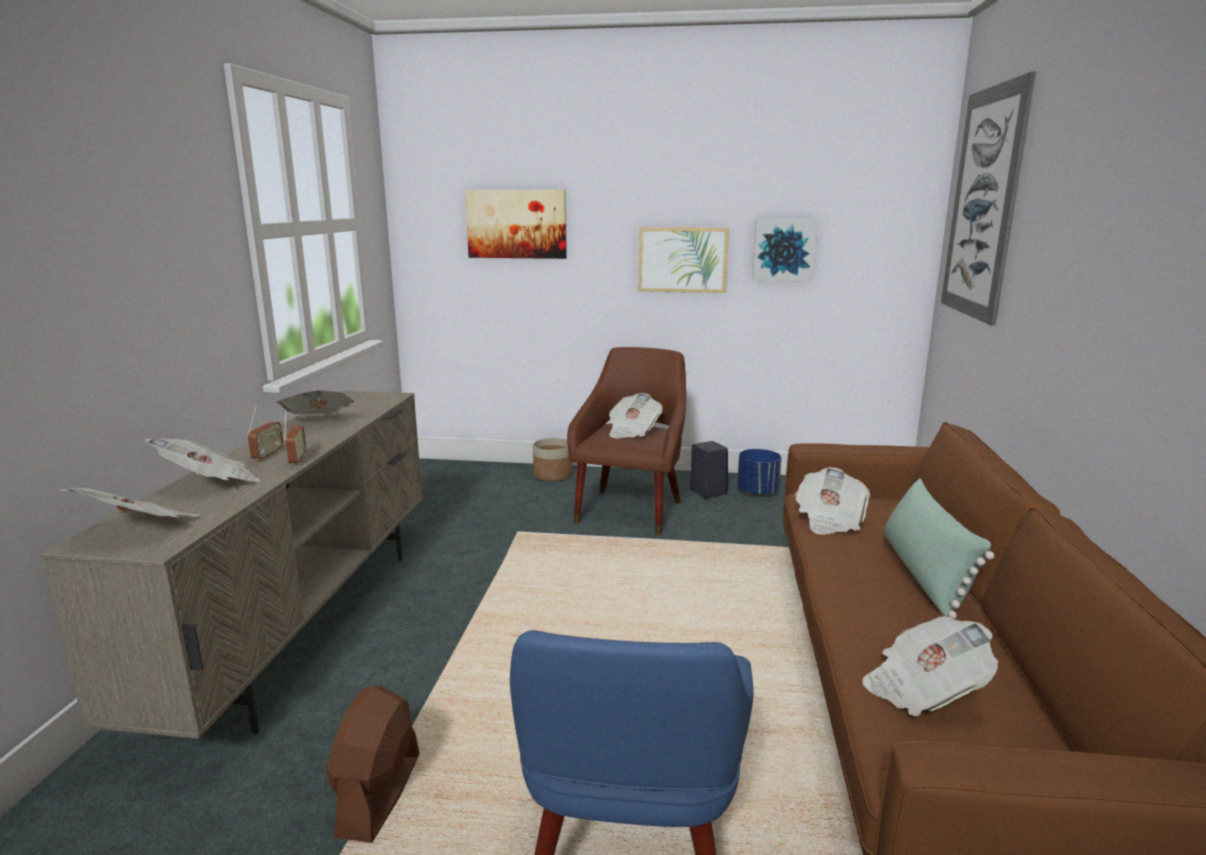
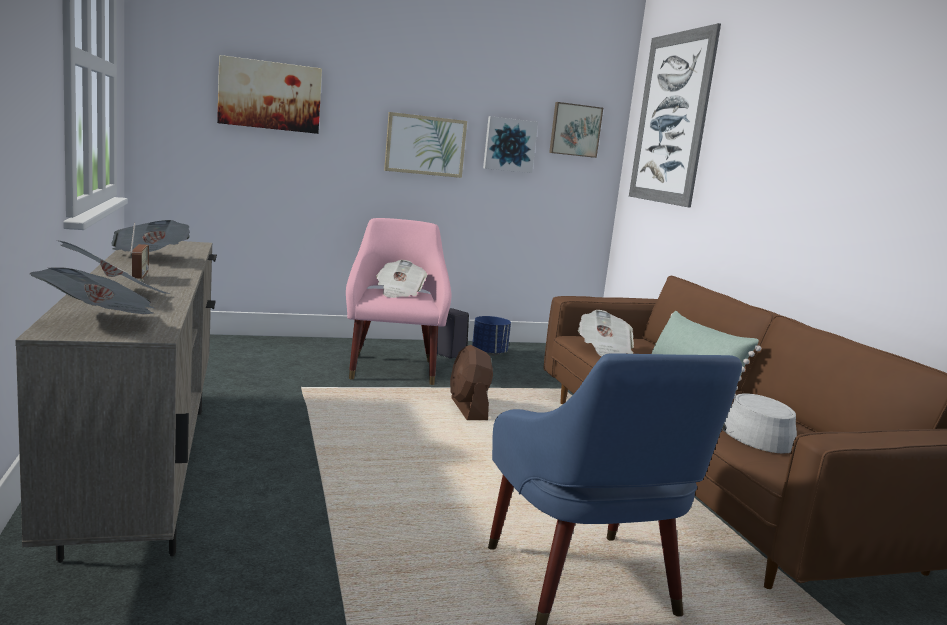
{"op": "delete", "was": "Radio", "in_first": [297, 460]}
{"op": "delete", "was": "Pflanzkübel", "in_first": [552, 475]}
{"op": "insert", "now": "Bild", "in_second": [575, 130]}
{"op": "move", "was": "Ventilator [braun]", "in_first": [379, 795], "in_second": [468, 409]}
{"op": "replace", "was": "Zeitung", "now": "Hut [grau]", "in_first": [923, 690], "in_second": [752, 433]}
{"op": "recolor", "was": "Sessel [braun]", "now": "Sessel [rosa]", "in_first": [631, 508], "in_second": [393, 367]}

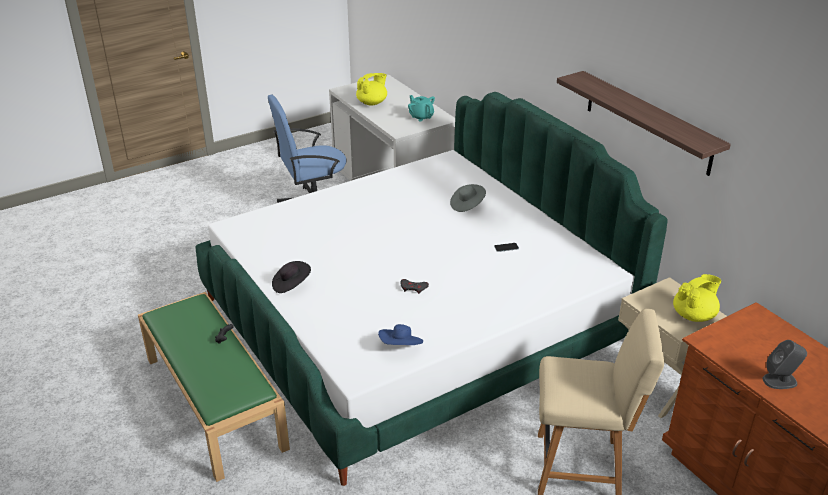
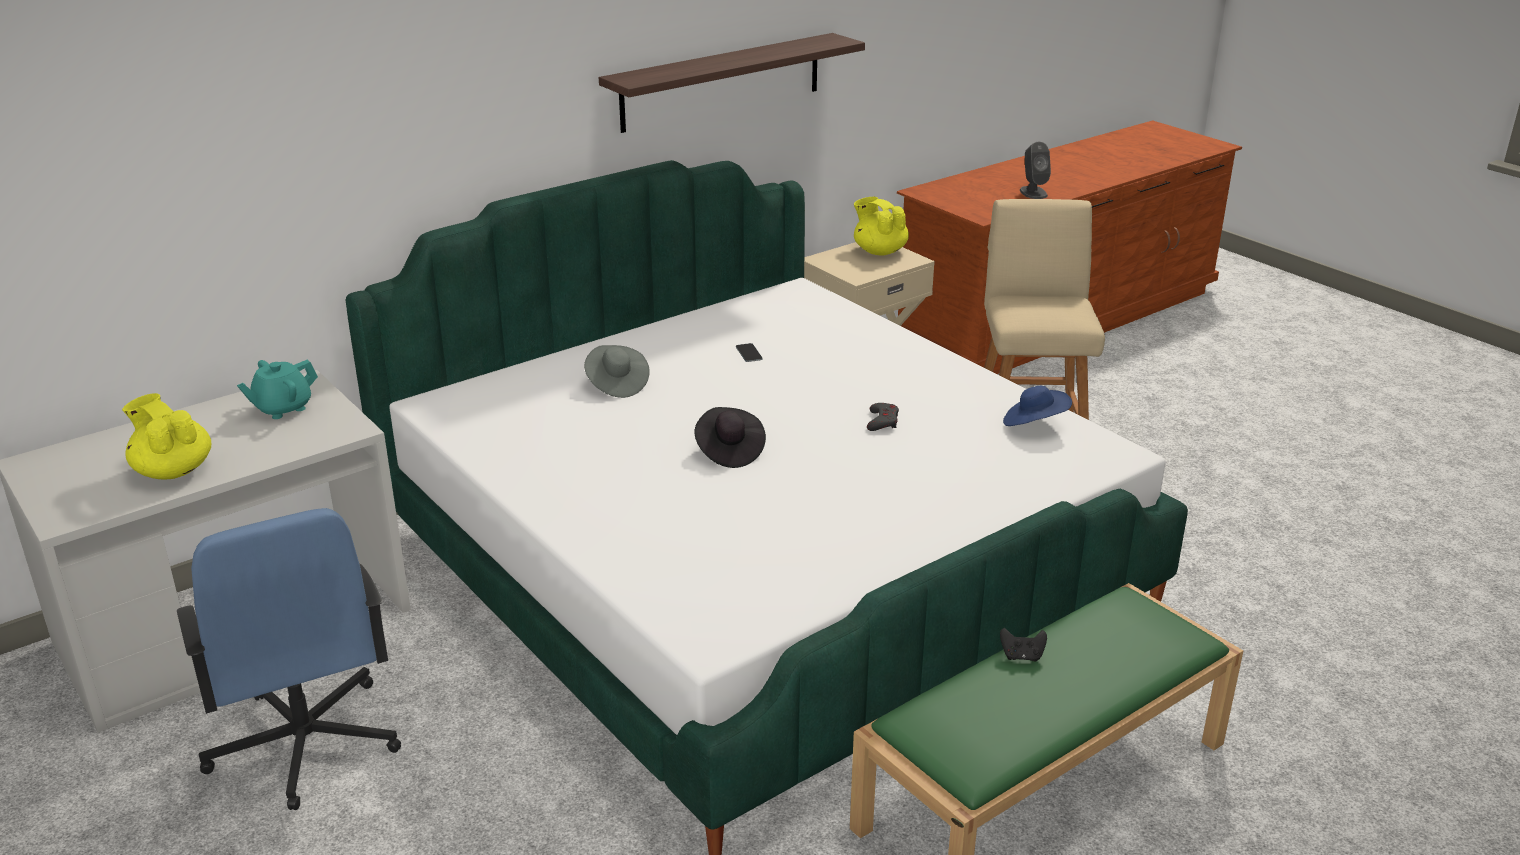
{"op": "move", "was": "Hut [schwarz]", "in_first": [291, 285], "in_second": [729, 451]}

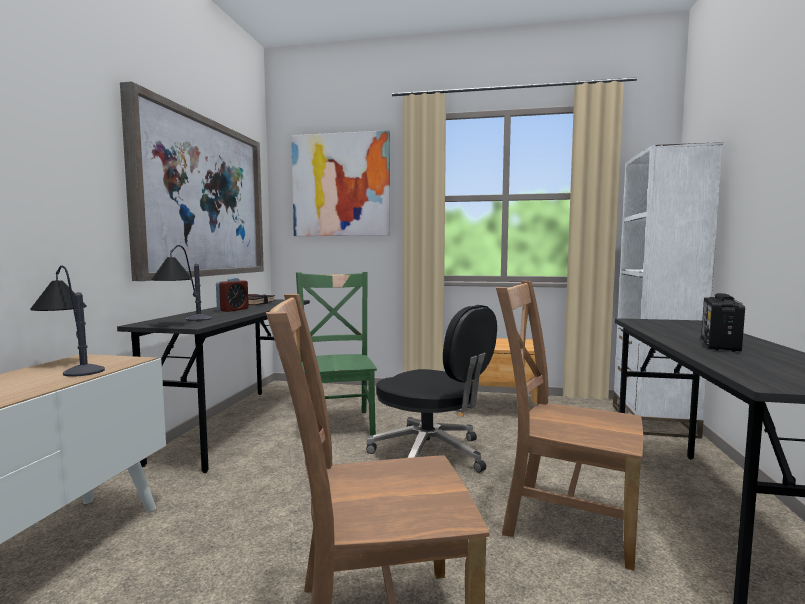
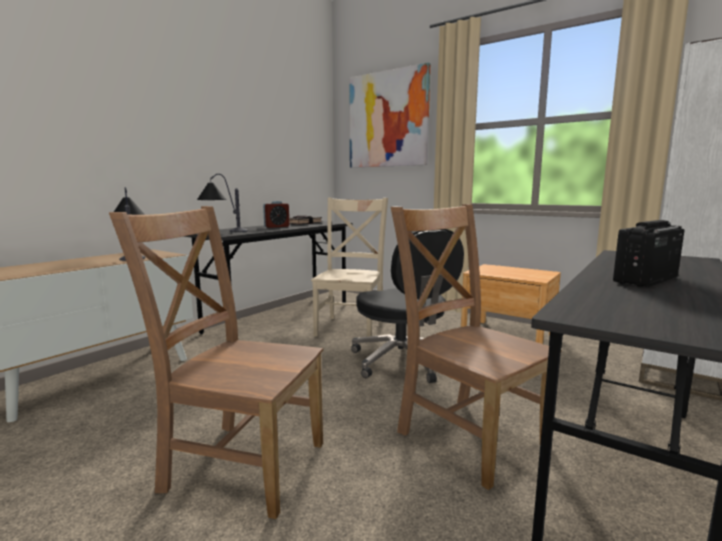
{"op": "delete", "was": "Bild", "in_first": [203, 198]}
{"op": "recolor", "was": "Stuhl [grün]", "now": "Stuhl [beige]", "in_first": [337, 423], "in_second": [351, 327]}

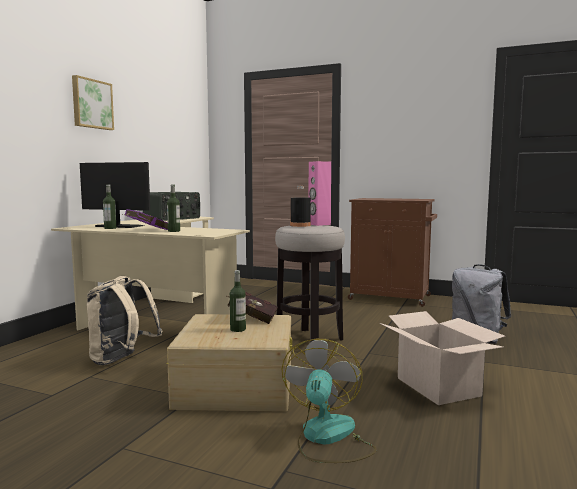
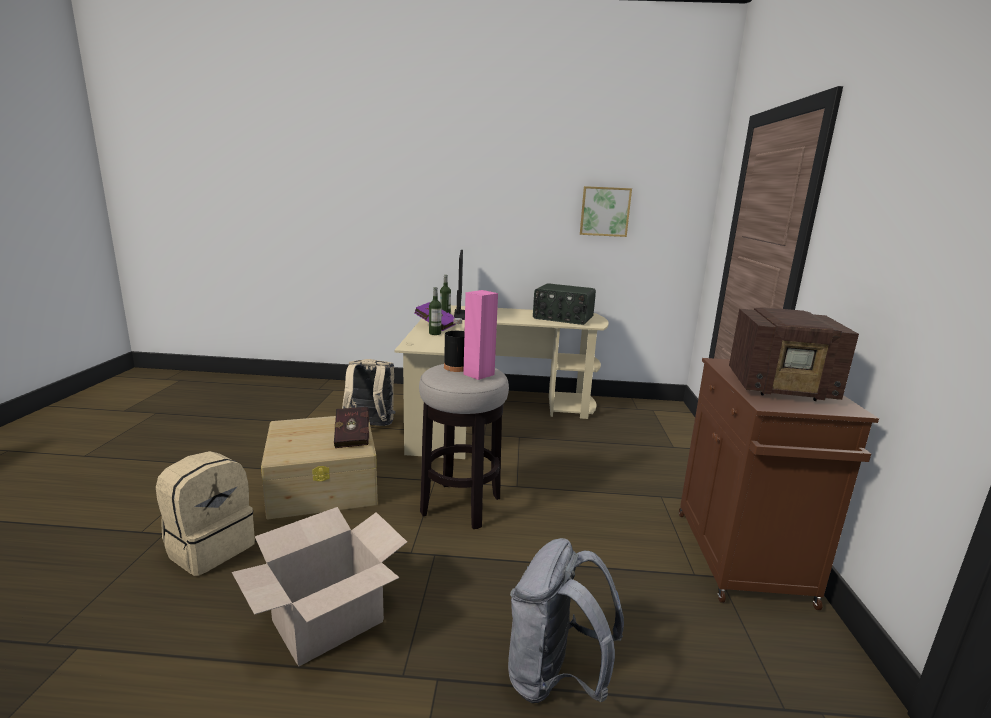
{"op": "delete", "was": "Flasche", "in_first": [238, 329]}
{"op": "insert", "now": "Radio", "in_second": [781, 387]}
{"op": "move", "was": "Bild", "in_first": [91, 104], "in_second": [604, 211]}
{"op": "replace", "was": "Ventilator", "now": "Rucksack [beige]", "in_first": [327, 438], "in_second": [210, 548]}

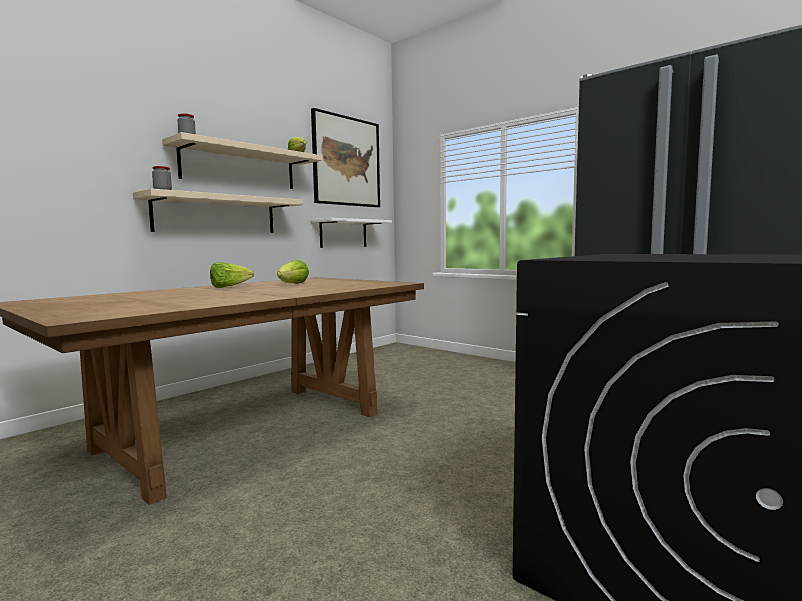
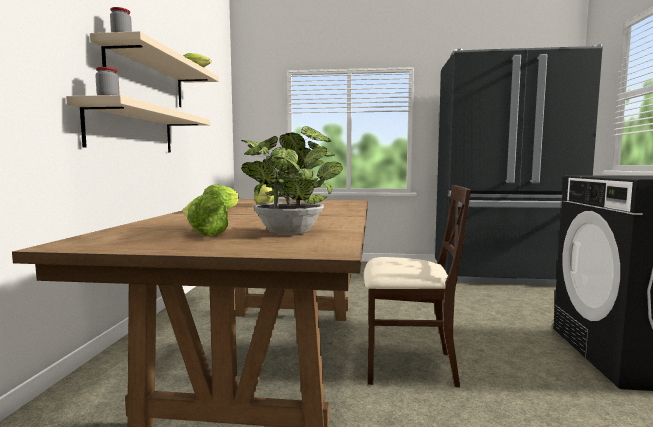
{"op": "delete", "was": "Bild", "in_first": [346, 161]}
{"op": "delete", "was": "Wandregal [weiß]", "in_first": [343, 233]}
{"op": "insert", "now": "Salatkopf", "in_second": [202, 234]}
{"op": "insert", "now": "Topfpflanze", "in_second": [292, 232]}
{"op": "insert", "now": "Stuhl [beige]", "in_second": [408, 366]}

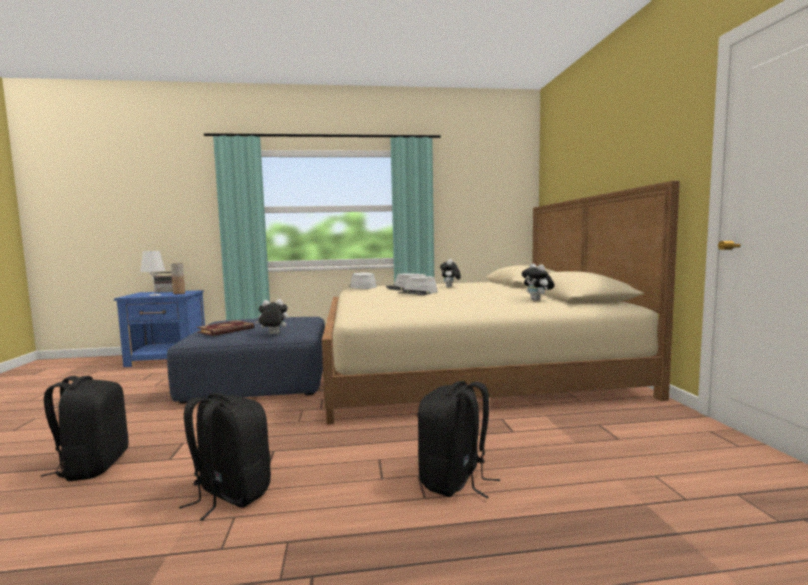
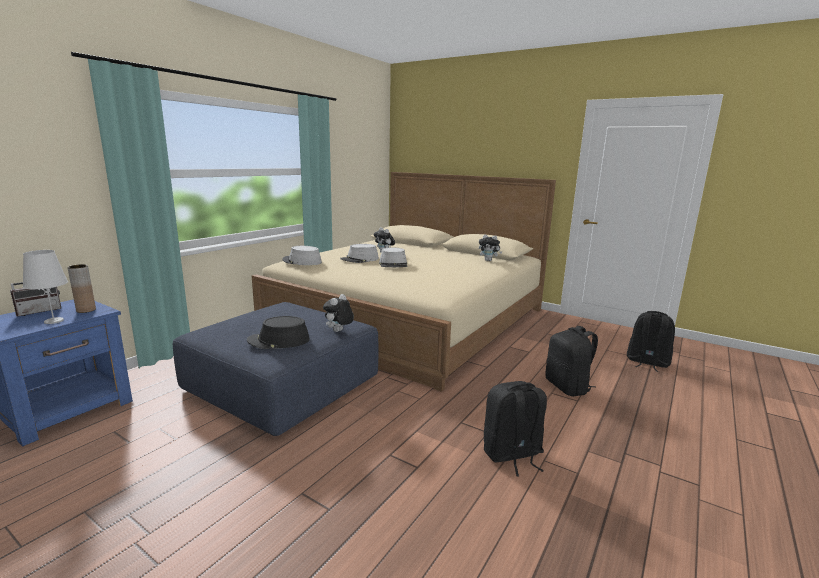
{"op": "move", "was": "Rucksack [schwarz]", "in_first": [93, 466], "in_second": [647, 362]}
{"op": "replace", "was": "Buch", "now": "Hut [schwarz]", "in_first": [226, 330], "in_second": [278, 341]}

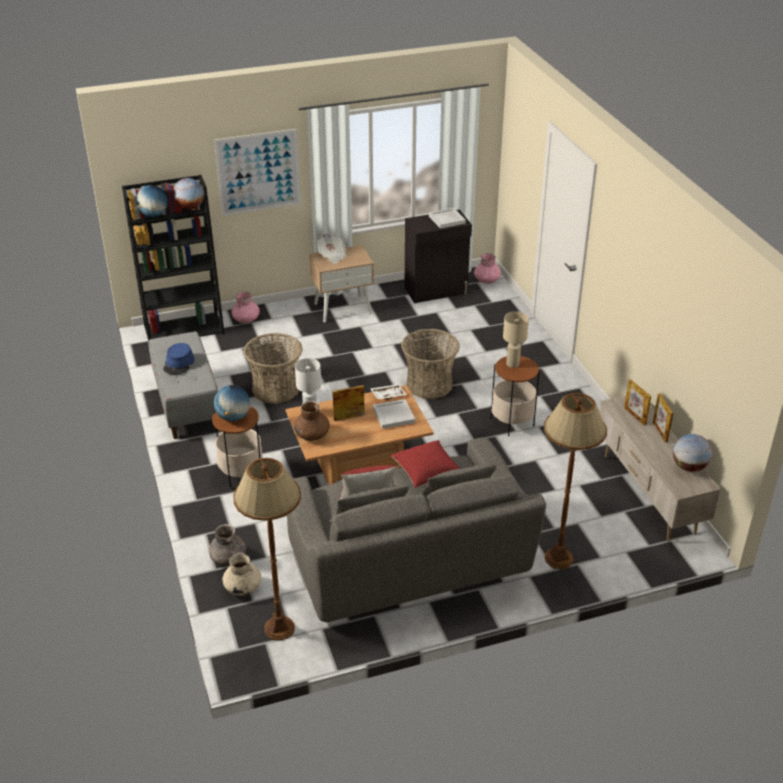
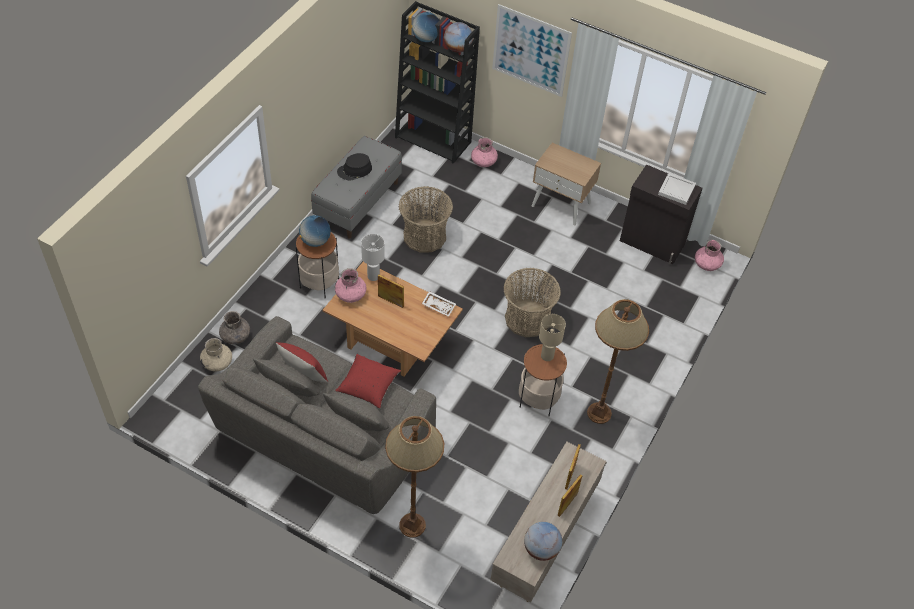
{"op": "delete", "was": "Zeitung", "in_first": [332, 256]}
{"op": "delete", "was": "Tablett [weiß]", "in_first": [393, 415]}
{"op": "move", "was": "Stehlampe [braun]", "in_first": [279, 628], "in_second": [599, 413]}
{"op": "recolor", "was": "Hut [blau]", "now": "Hut [schwarz]", "in_first": [179, 364], "in_second": [354, 170]}
{"op": "recolor", "was": "Vase [braun]", "now": "Vase [rosa]", "in_first": [312, 434], "in_second": [351, 294]}

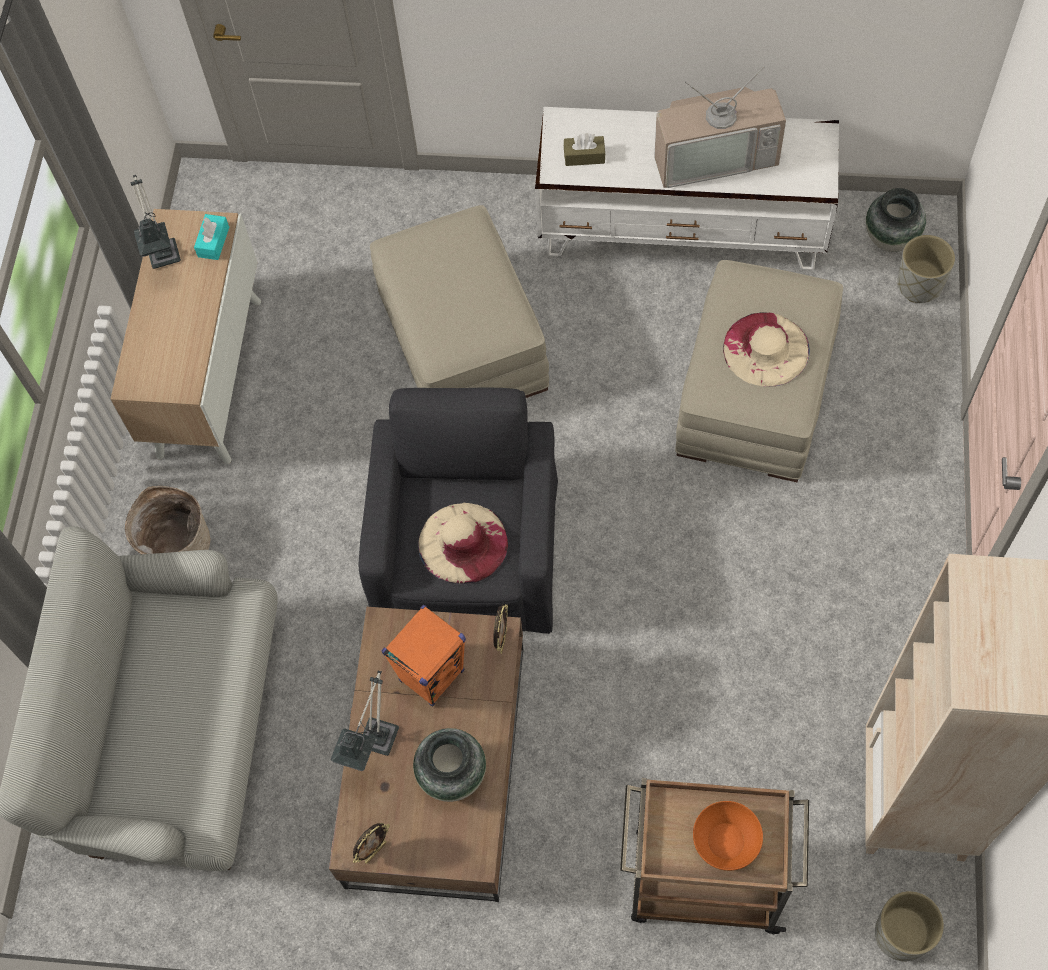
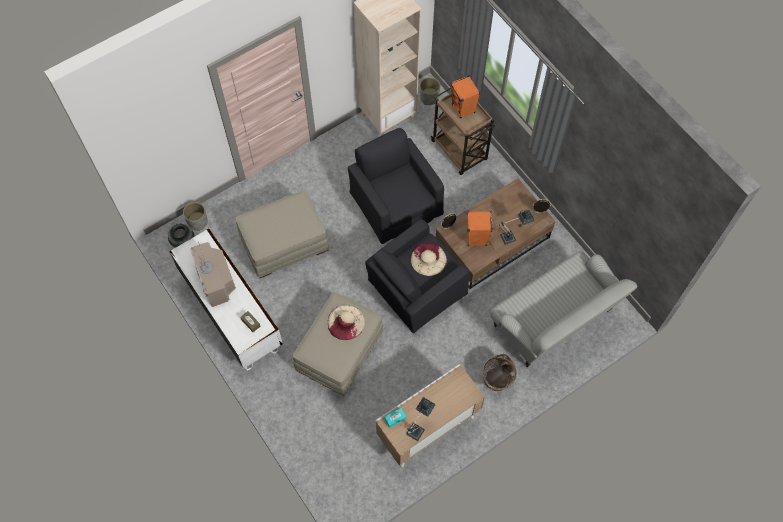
{"op": "delete", "was": "Vase", "in_first": [452, 775]}
{"op": "insert", "now": "Sessel [schwarz]", "in_second": [395, 201]}
{"op": "move", "was": "Hut [beige]", "in_first": [766, 349], "in_second": [345, 322]}
{"op": "replace", "was": "Schüssel [orange]", "now": "Lautsprecher [orange]", "in_first": [725, 841], "in_second": [463, 109]}
{"op": "rotate", "was": "Fernseher", "in_first": [715, 154], "in_second": [216, 280], "clockwise": -150}

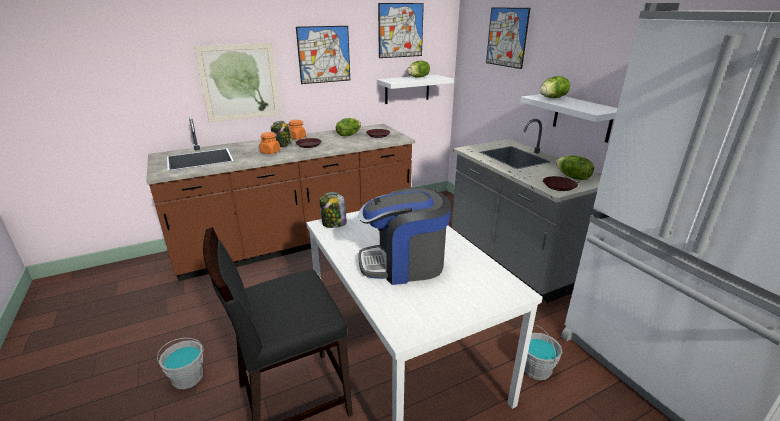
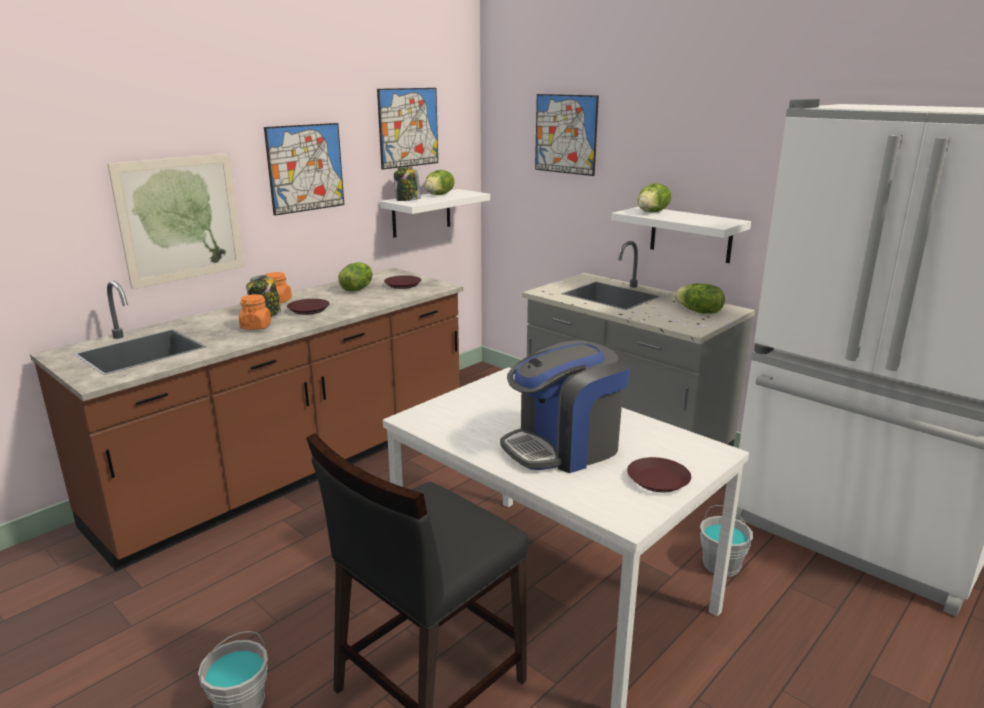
{"op": "move", "was": "Vorratsglas", "in_first": [333, 224], "in_second": [407, 200]}
{"op": "move", "was": "Teller [braun]", "in_first": [559, 186], "in_second": [658, 480]}

